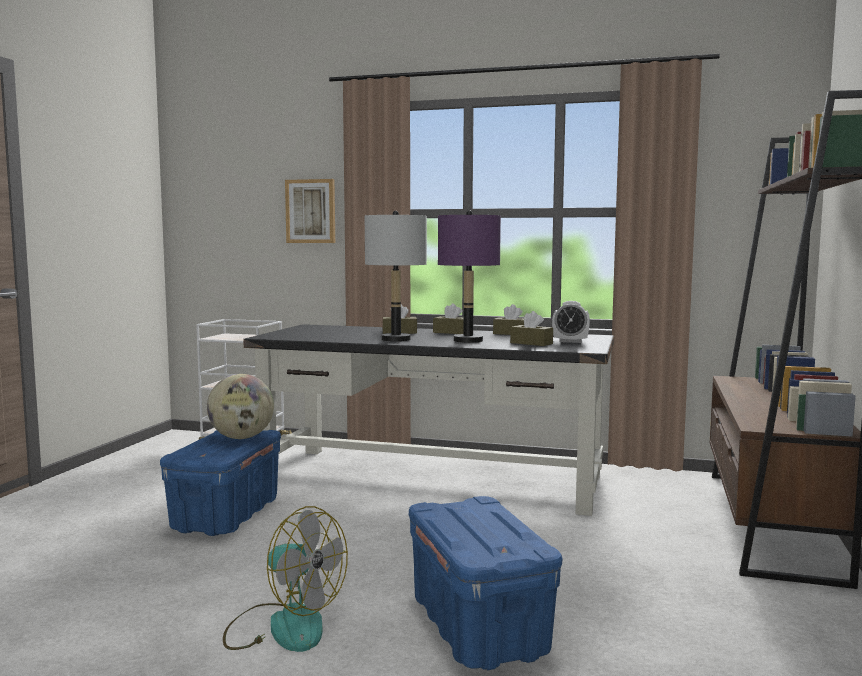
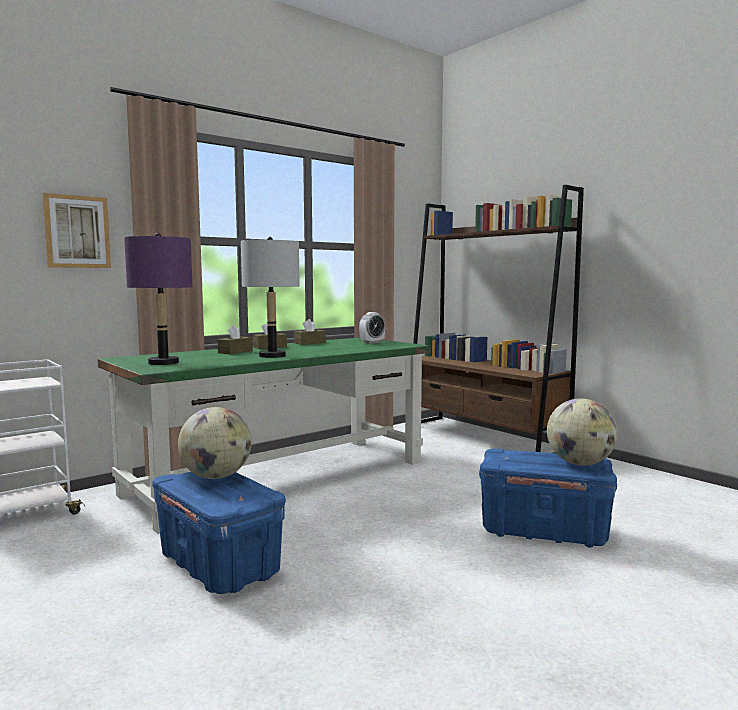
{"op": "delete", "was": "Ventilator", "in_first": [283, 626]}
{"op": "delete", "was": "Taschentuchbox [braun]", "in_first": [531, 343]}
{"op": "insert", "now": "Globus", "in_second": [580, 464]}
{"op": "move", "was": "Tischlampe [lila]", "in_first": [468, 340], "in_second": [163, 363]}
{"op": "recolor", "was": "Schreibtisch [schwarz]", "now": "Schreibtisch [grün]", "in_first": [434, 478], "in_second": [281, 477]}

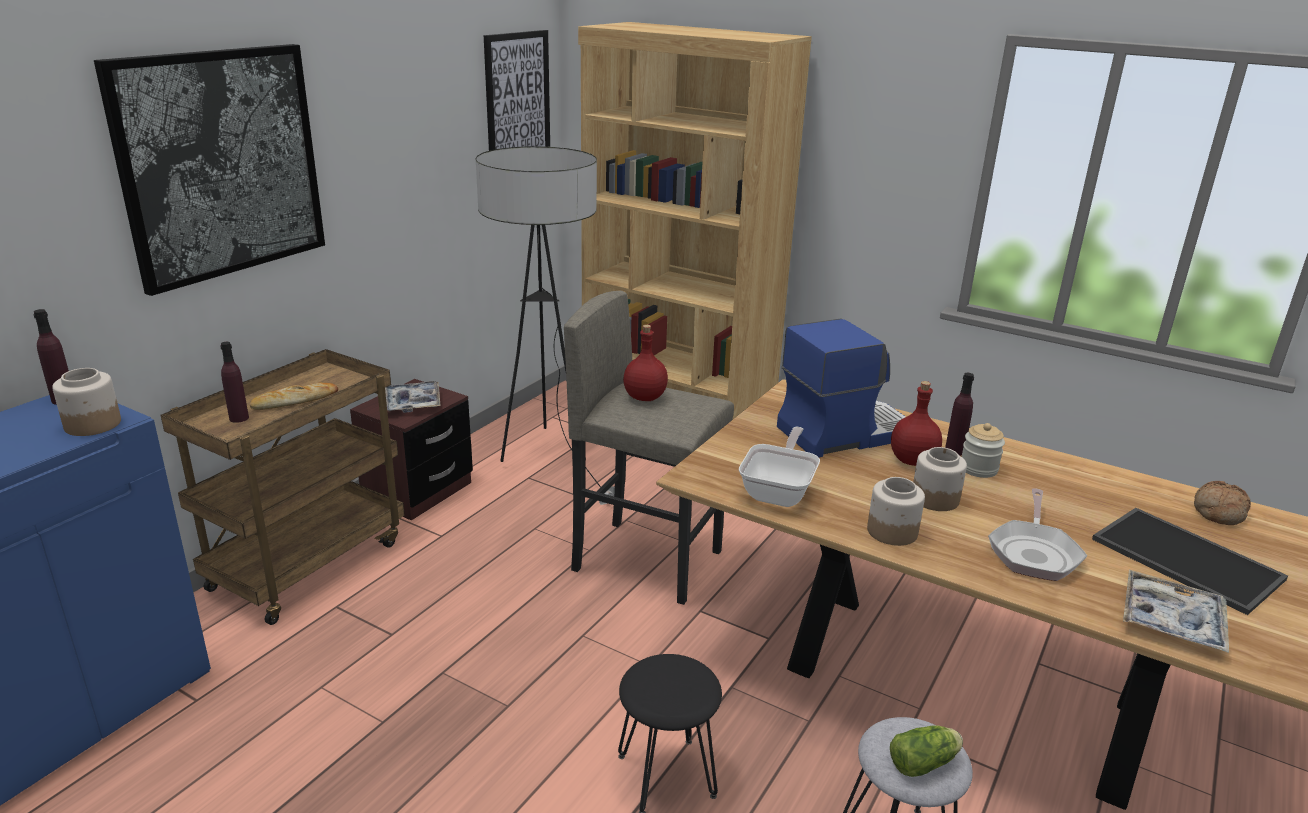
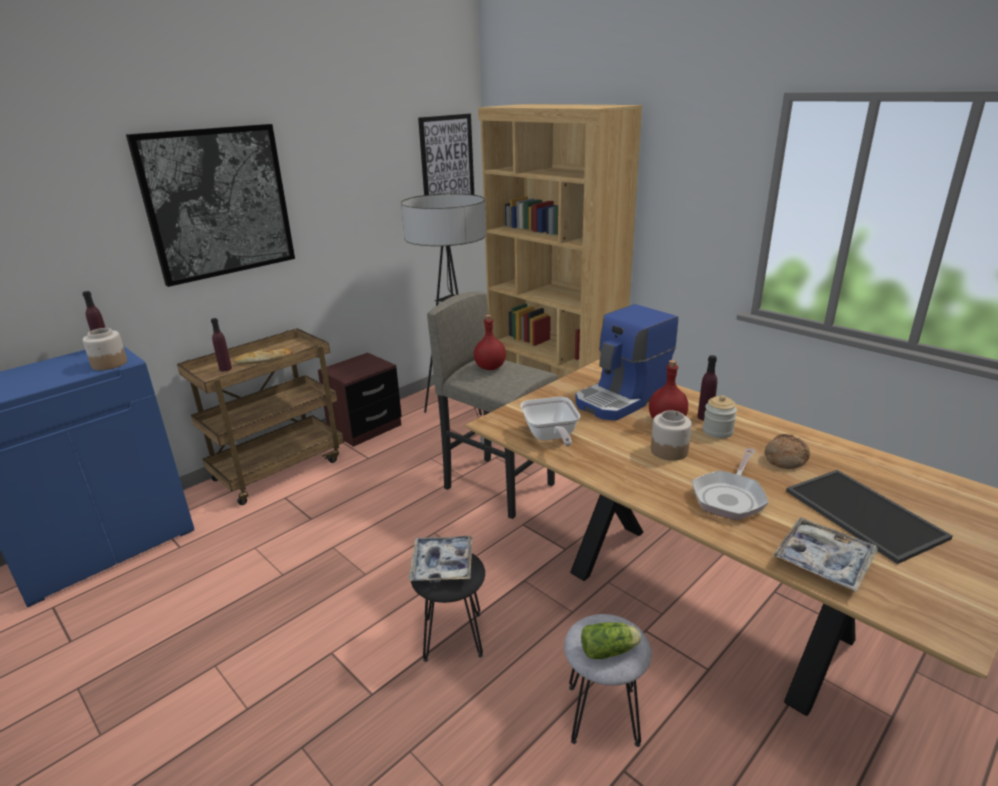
{"op": "delete", "was": "Vorratsglas", "in_first": [891, 531]}
{"op": "move", "was": "Tablett", "in_first": [412, 403], "in_second": [442, 564]}
{"op": "move", "was": "Brot", "in_first": [1217, 512], "in_second": [784, 459]}
{"op": "rotate", "was": "Pfanne", "in_first": [779, 491], "in_second": [550, 437], "clockwise": 135}
{"op": "rotate", "was": "Kaffeemaschine", "in_first": [843, 432], "in_second": [623, 399], "clockwise": 150}

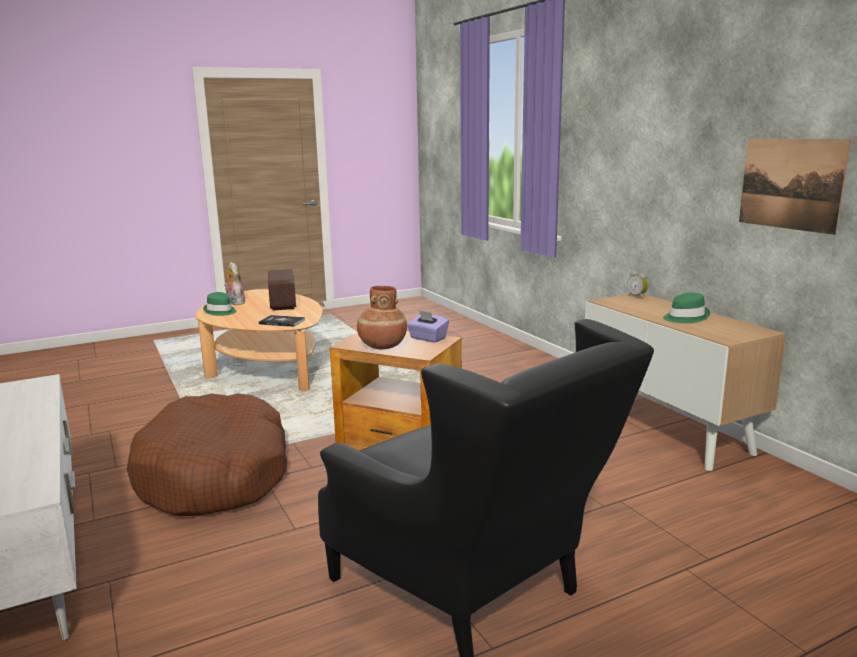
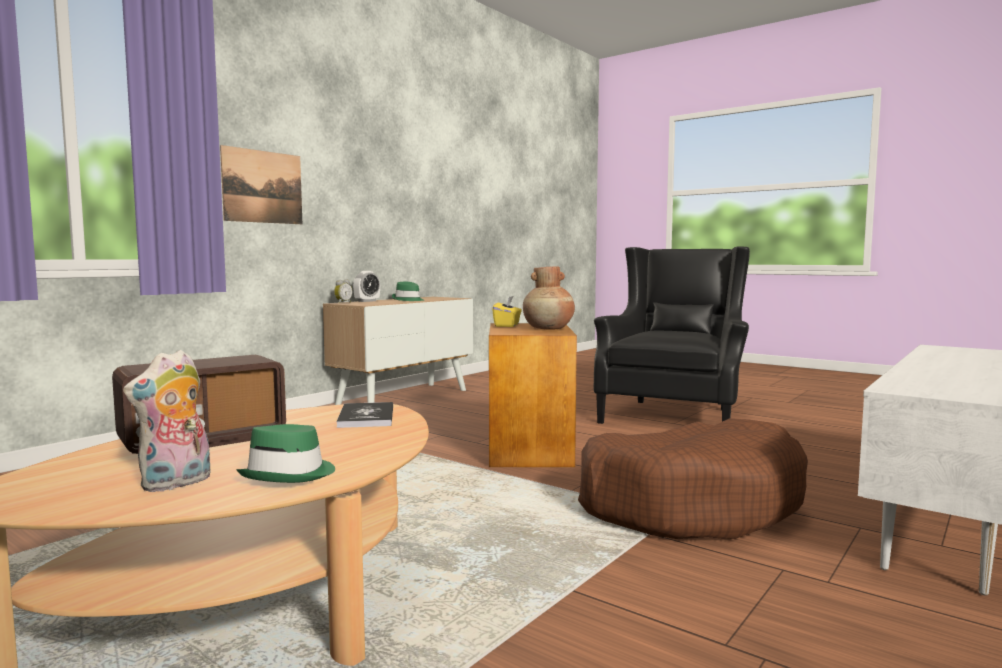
{"op": "insert", "now": "Wecker", "in_second": [367, 301]}
{"op": "move", "was": "Bild", "in_first": [790, 184], "in_second": [263, 187]}
{"op": "recolor", "was": "Taschentuchbox [lila]", "now": "Taschentuchbox [gelb]", "in_first": [427, 338], "in_second": [507, 325]}

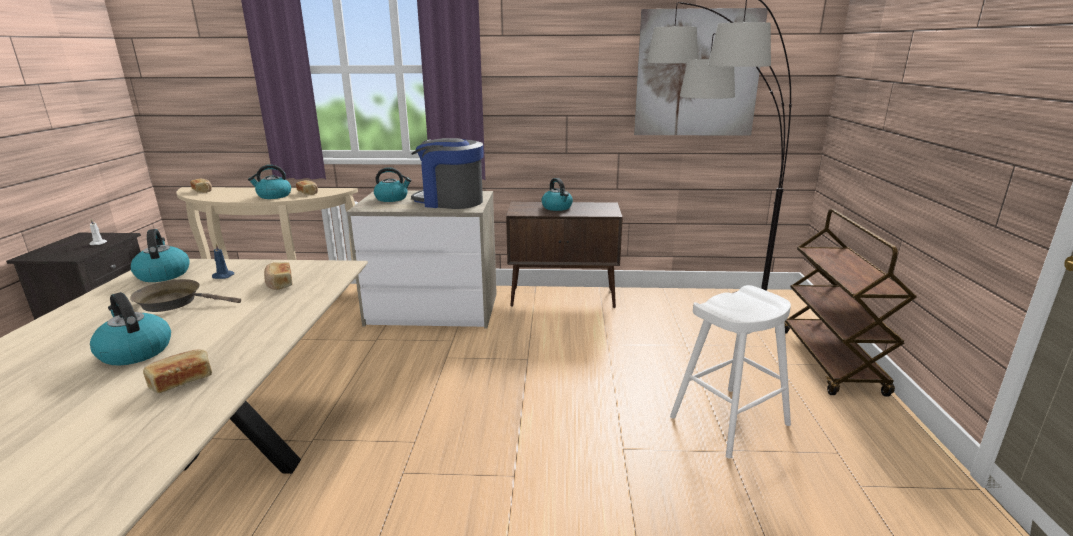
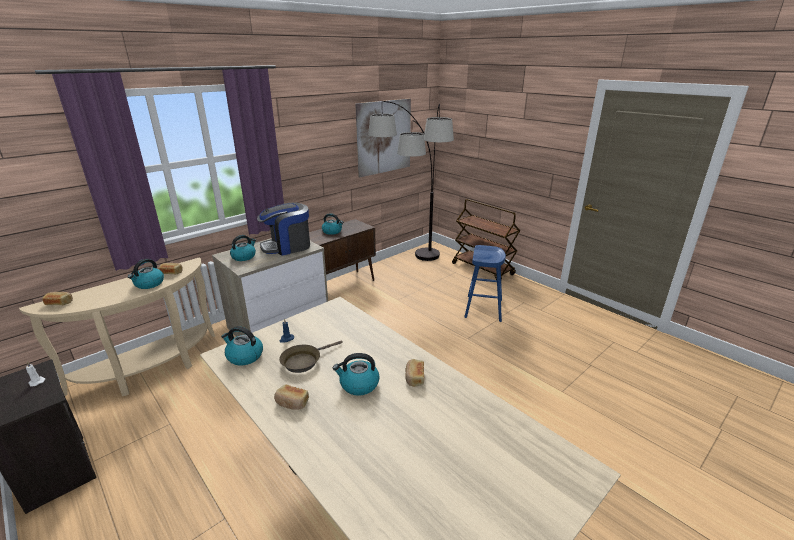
{"op": "move", "was": "Brot", "in_first": [279, 283], "in_second": [292, 403]}
{"op": "recolor", "was": "Hocker [weiß]", "now": "Hocker [blau]", "in_first": [729, 421], "in_second": [483, 308]}

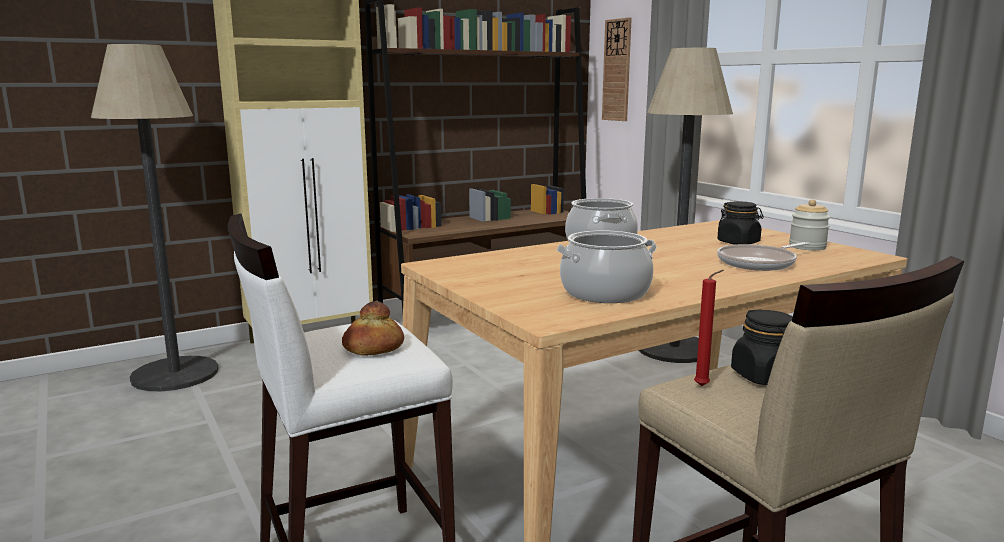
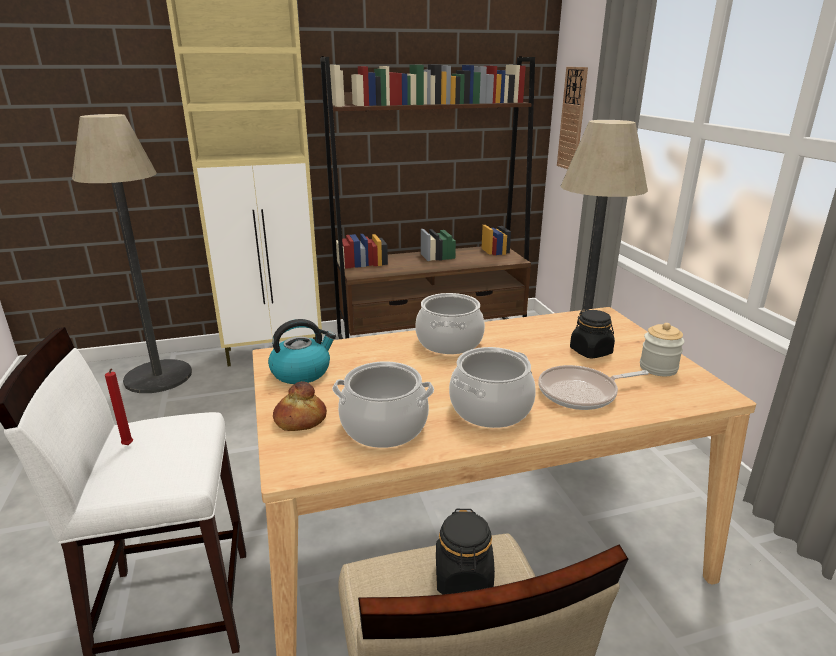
{"op": "insert", "now": "Wasserkessel", "in_second": [302, 372]}
{"op": "insert", "now": "Kochtopf", "in_second": [490, 408]}
{"op": "move", "was": "Brot", "in_first": [373, 348], "in_second": [300, 420]}
{"op": "move", "was": "Kerze [rot]", "in_first": [704, 387], "in_second": [128, 446]}

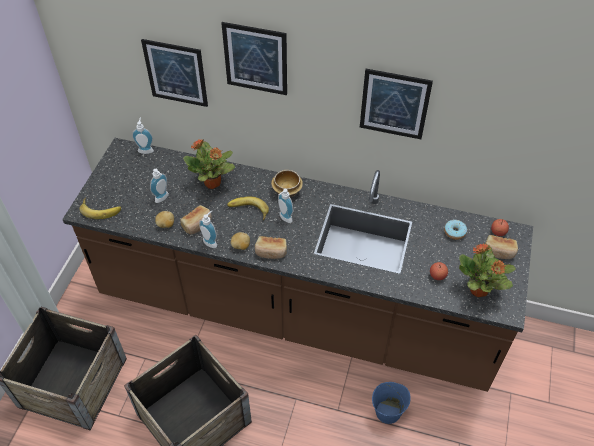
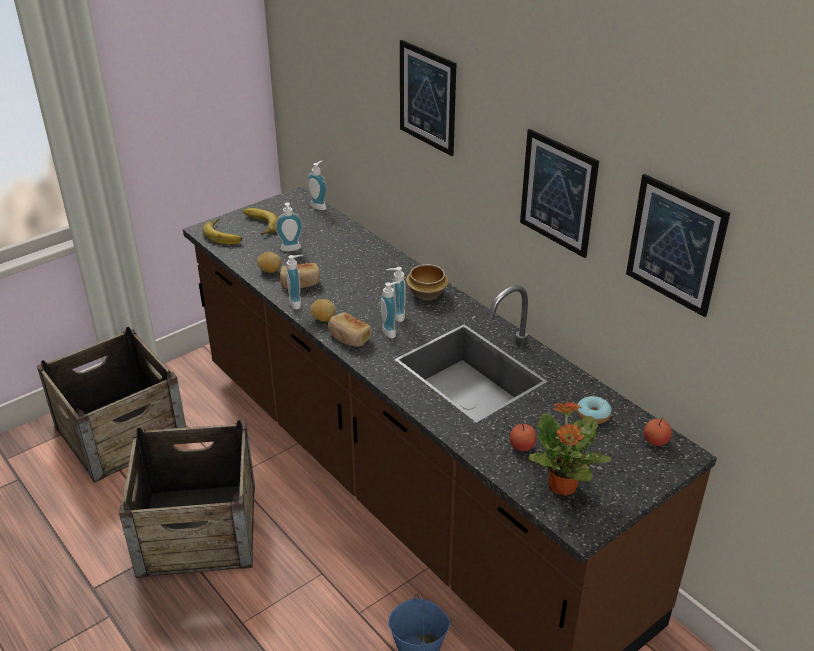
{"op": "delete", "was": "Topfpflanze", "in_first": [213, 183]}
{"op": "delete", "was": "Brot", "in_first": [499, 252]}
{"op": "insert", "now": "Seifenspender", "in_second": [391, 331]}
{"op": "move", "was": "Bild", "in_first": [175, 73], "in_second": [675, 245]}
{"op": "move", "was": "Banane", "in_first": [248, 211], "in_second": [258, 225]}

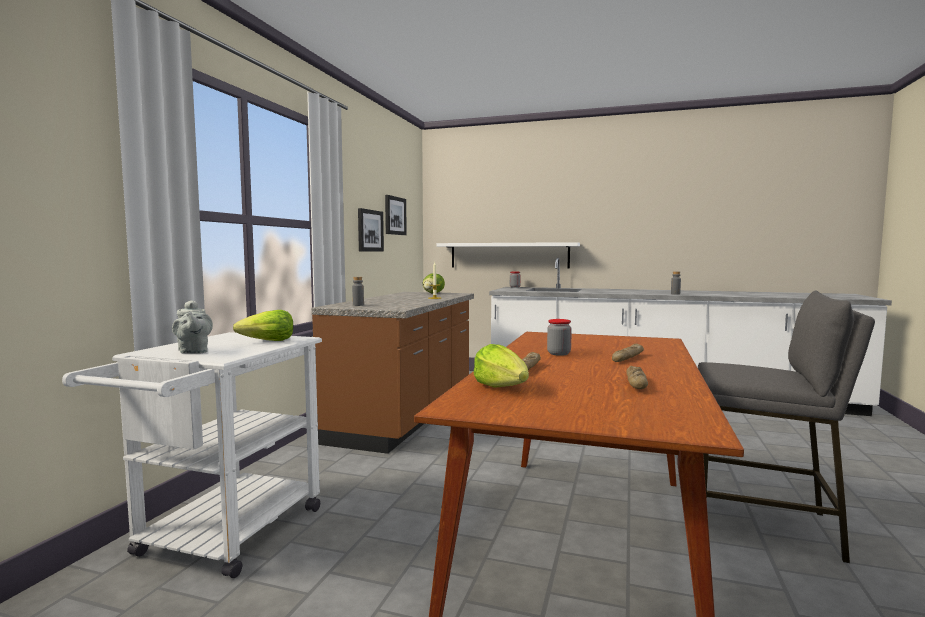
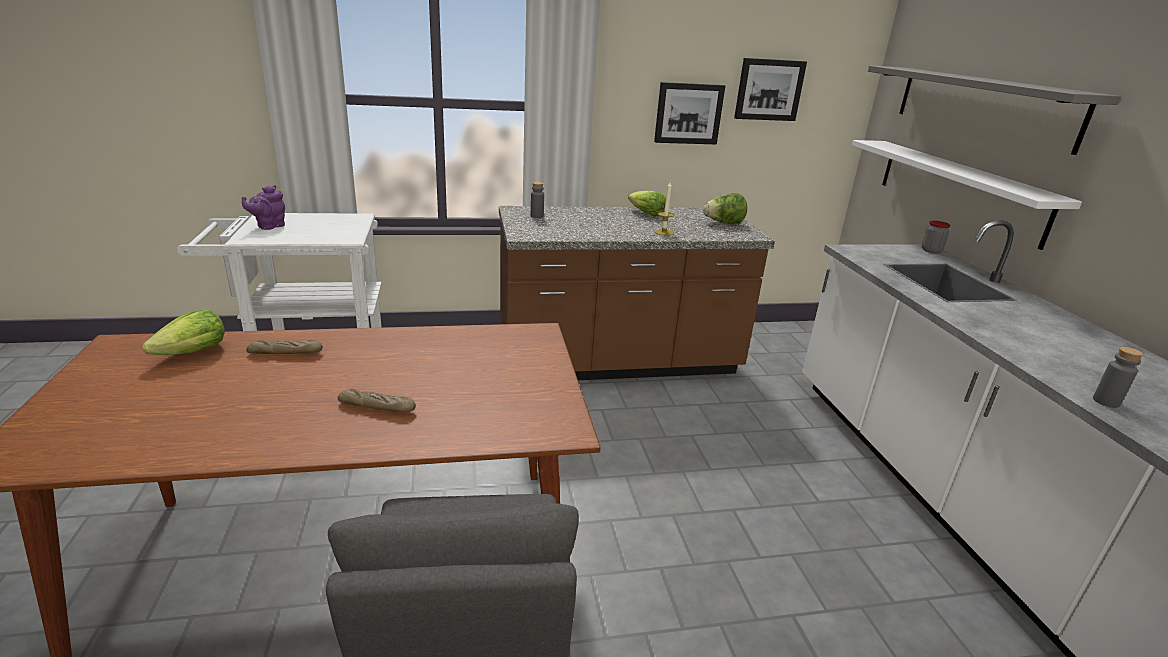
{"op": "delete", "was": "Vorratsglas", "in_first": [558, 353]}
{"op": "delete", "was": "Brot", "in_first": [636, 384]}
{"op": "insert", "now": "Wandregal [grau]", "in_second": [982, 105]}
{"op": "move", "was": "Salatkopf", "in_first": [267, 341], "in_second": [646, 213]}
{"op": "recolor", "was": "Teekanne [grau]", "now": "Teekanne [lila]", "in_first": [193, 352], "in_second": [269, 226]}

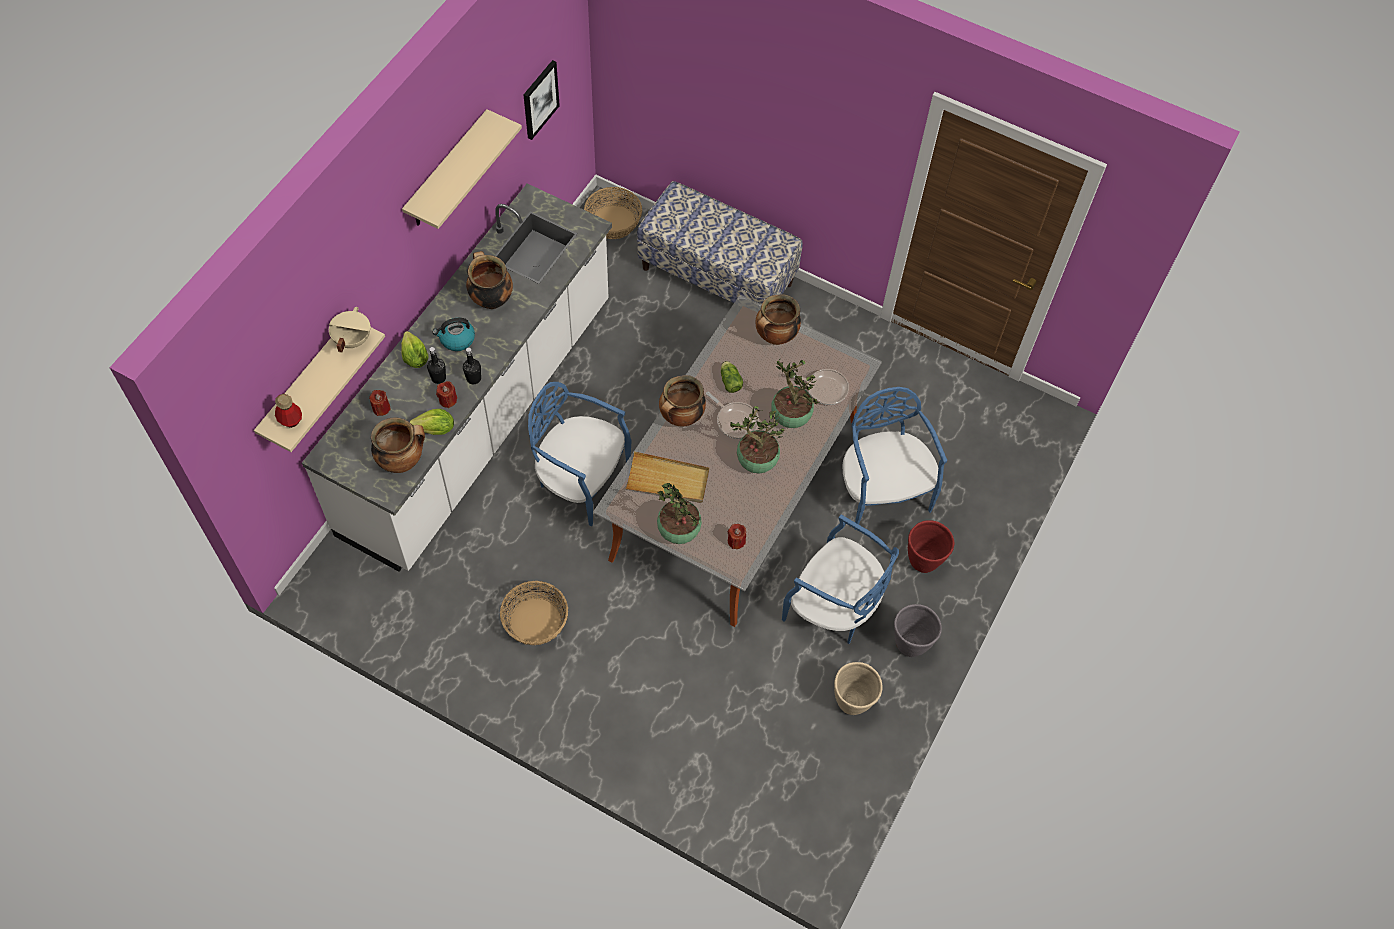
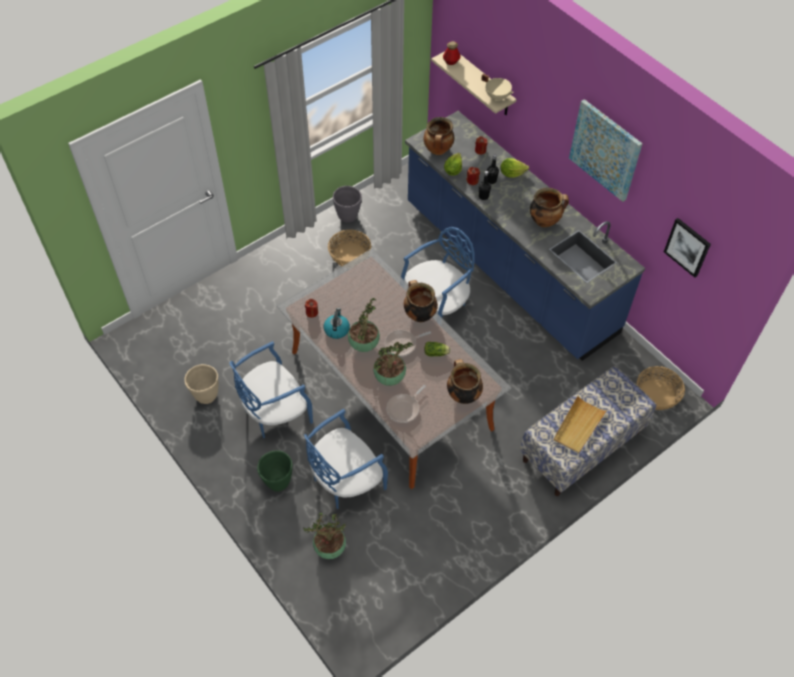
{"op": "move", "was": "Wasserkessel", "in_first": [456, 339], "in_second": [336, 329]}
{"op": "move", "was": "Tablett [beige]", "in_first": [668, 480], "in_second": [578, 426]}
{"op": "move", "was": "Topfpflanze", "in_first": [679, 532], "in_second": [329, 549]}
{"op": "move", "was": "Pflanzkübel [grau]", "in_first": [910, 644], "in_second": [348, 217]}
{"op": "replace", "was": "Wandregal [beige]", "now": "Bild", "in_first": [447, 171], "in_second": [605, 150]}
{"op": "recolor", "was": "Küchenzeile [weiß]", "now": "Küchenzeile [blau]", "in_first": [479, 417], "in_second": [508, 268]}
{"op": "recolor", "was": "Pflanzkübel [rot]", "now": "Pflanzkübel [grün]", "in_first": [923, 561], "in_second": [278, 482]}
{"op": "rotate", "was": "Stuhl [blau]", "in_first": [882, 491], "in_second": [345, 480], "clockwise": 135}

